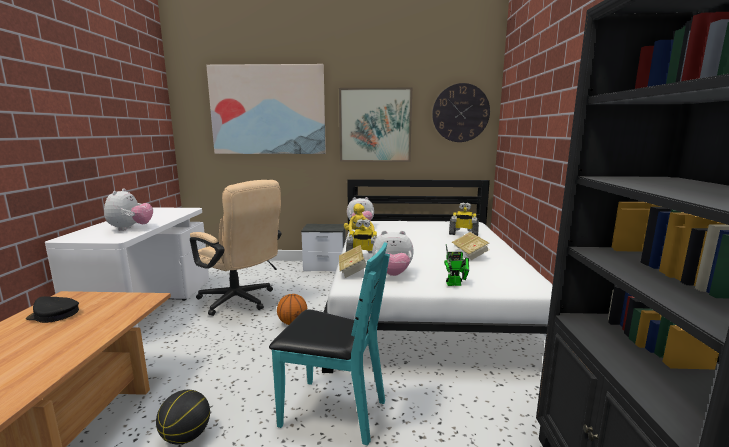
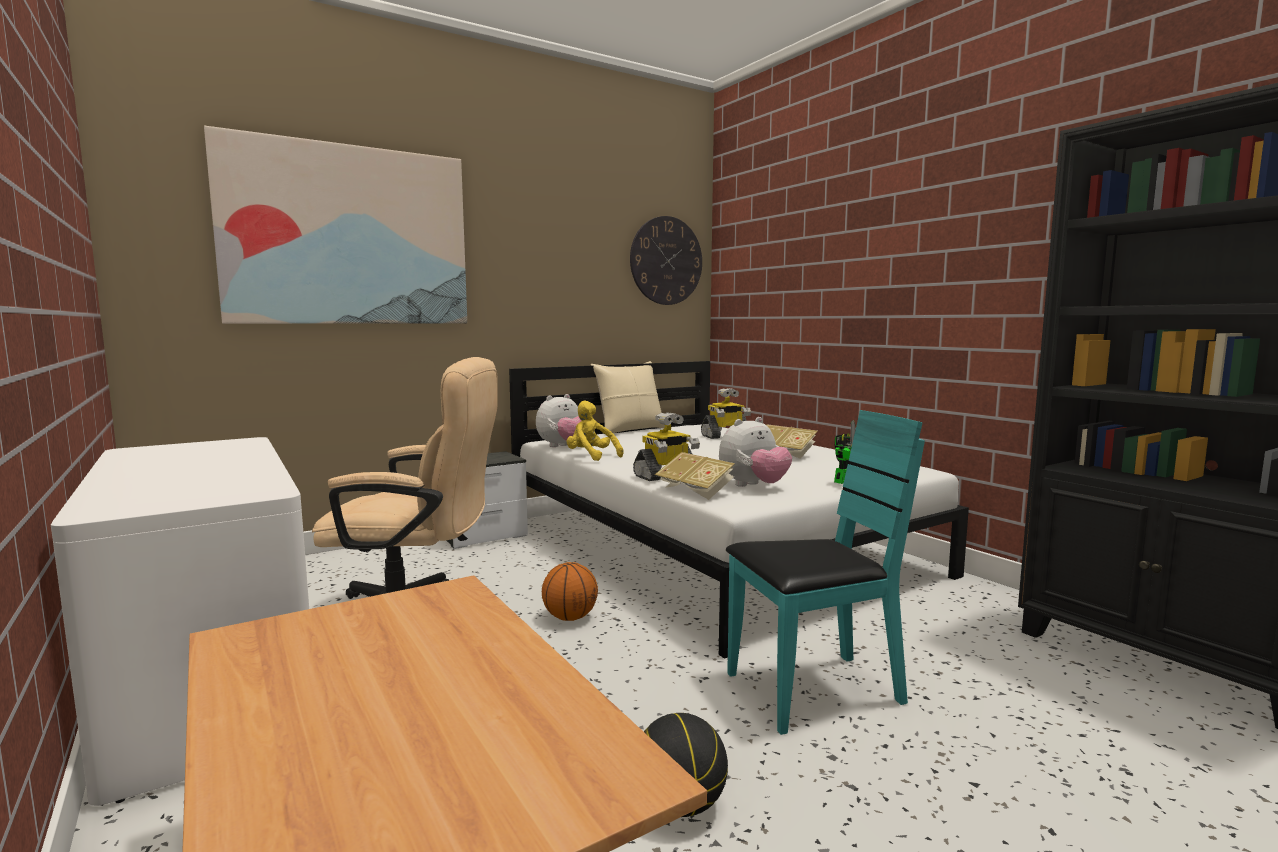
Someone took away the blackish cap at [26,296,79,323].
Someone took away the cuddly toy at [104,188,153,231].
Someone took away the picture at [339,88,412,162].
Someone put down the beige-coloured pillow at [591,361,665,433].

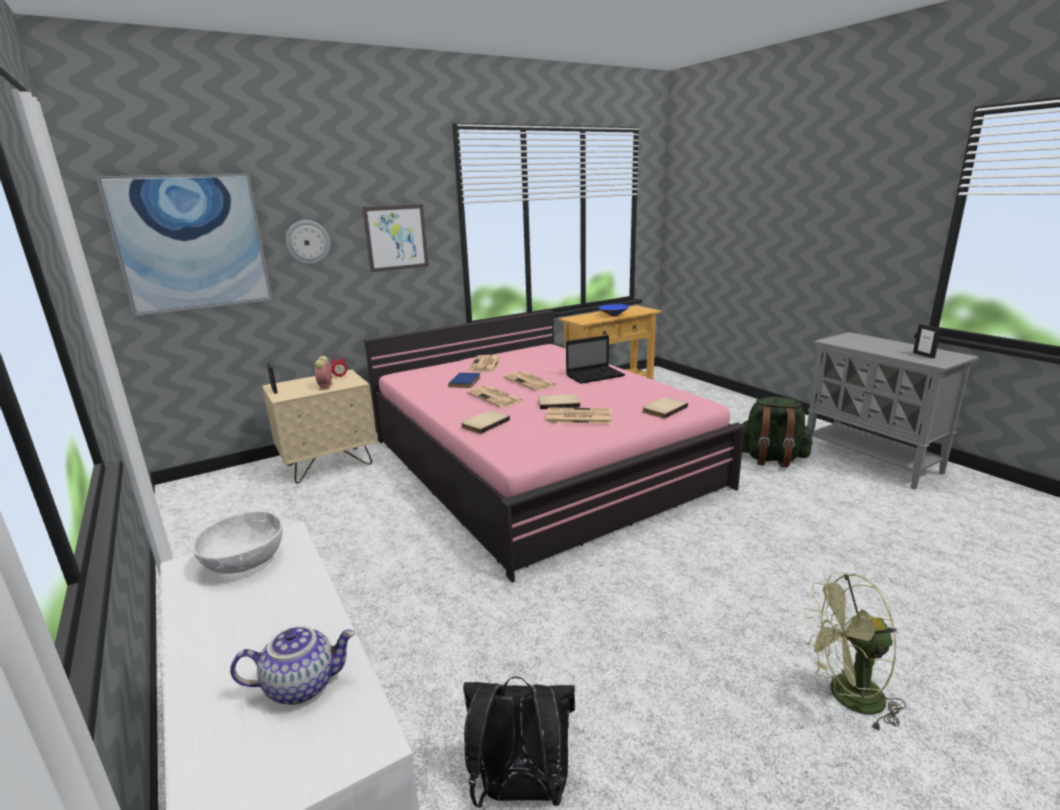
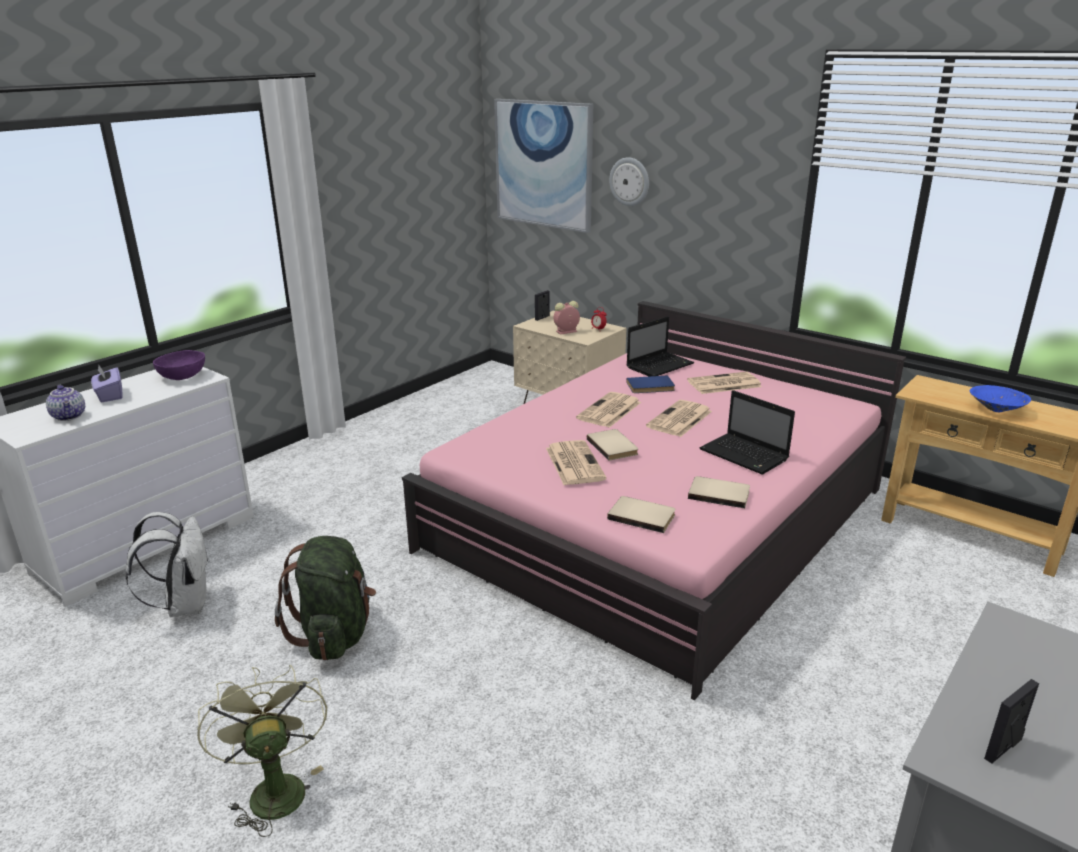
Someone took away the picture at [362,204,429,272].
Someone put down the purple tissue box at [91,364,122,402].
Someone put down the laptop at [627,316,694,377].
Someone carried the beige-coloured book from [461,410,510,434] to [688,476,750,508].
Someone carried the green-coloured knapsack from [742,397,813,467] to [275,536,376,661].
Someone repainted the whitish serving bowl at [192,511,282,574], which became the purple serving bowl at [153,350,205,380].
Someone repainted the blackish knapsack at [463,676,575,808], which became the whitish knapsack at [125,512,210,617].

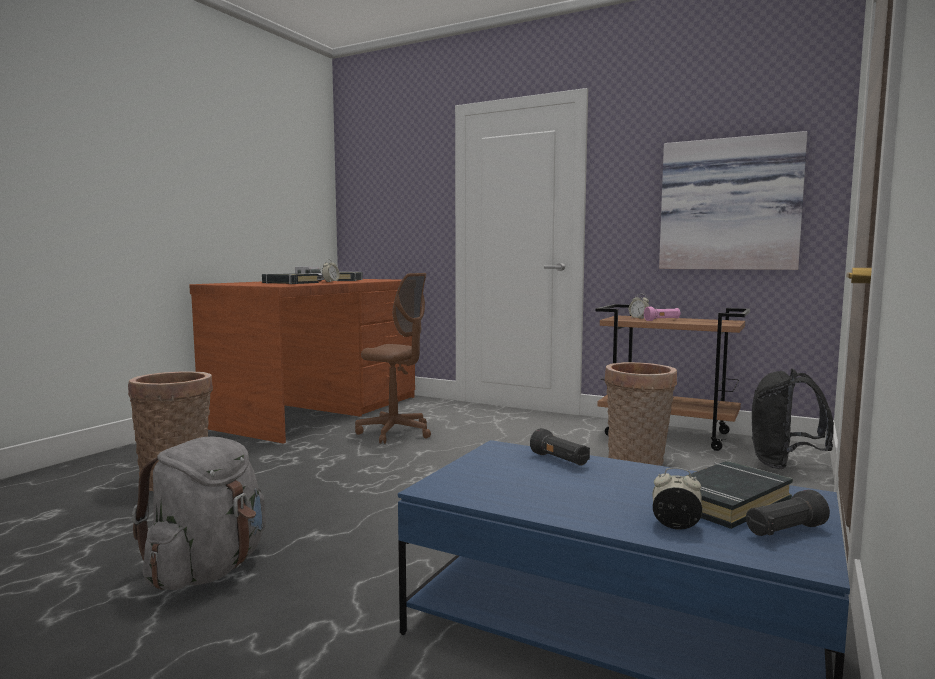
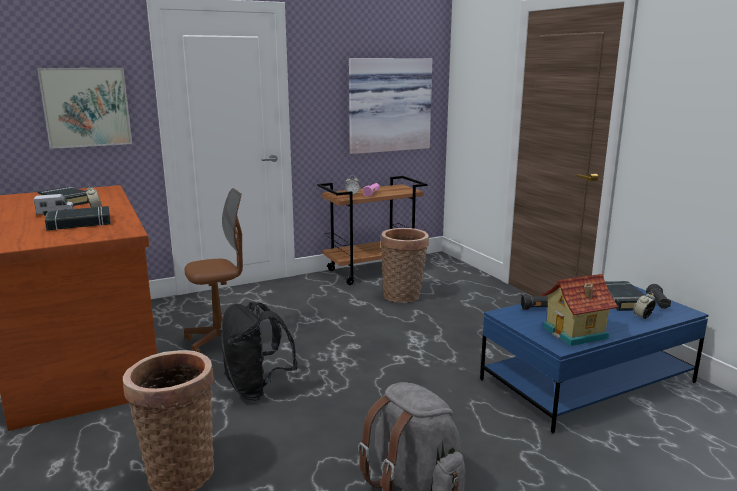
Someone put up the picture at [37,68,132,149].
Someone put down the miniature house at [541,274,618,346].
Someone carried the blackish knapsack from [752,369,834,469] to [220,302,298,401].

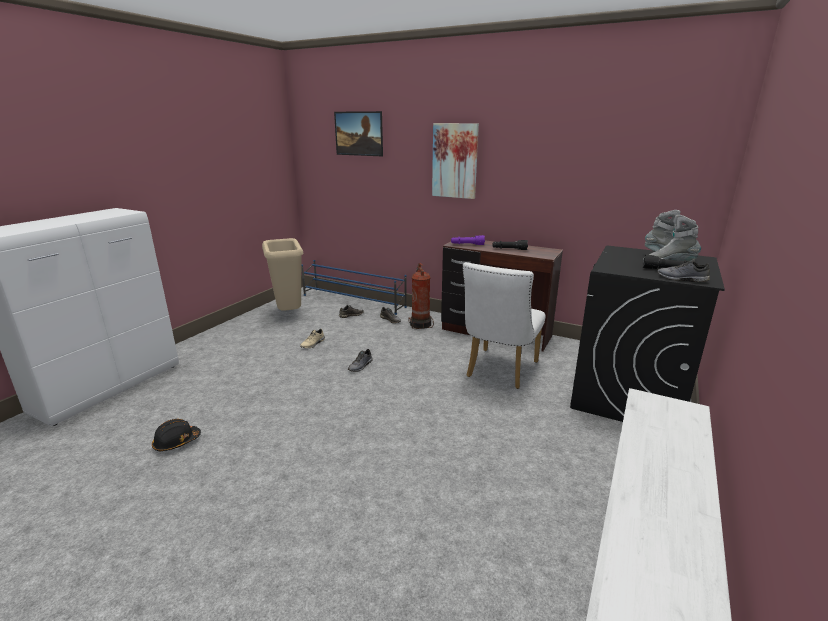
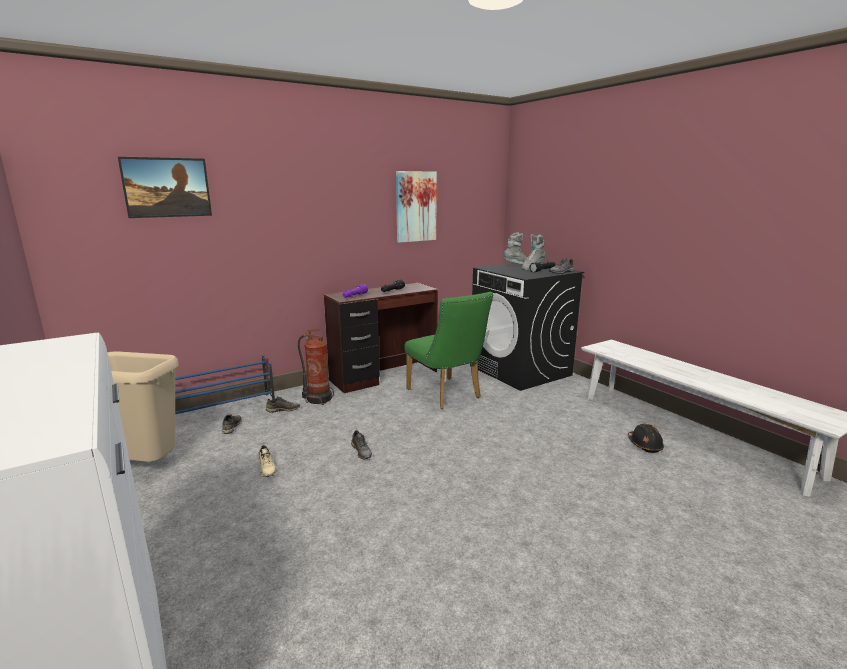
Someone carried the blackish work helmet from [152,419,201,451] to [628,424,664,453].
Someone carried the picture from [432,123,479,199] to [396,171,437,243].
Someone repainted the whitish chair at [463,262,545,389], which became the green-coloured chair at [404,292,493,409].

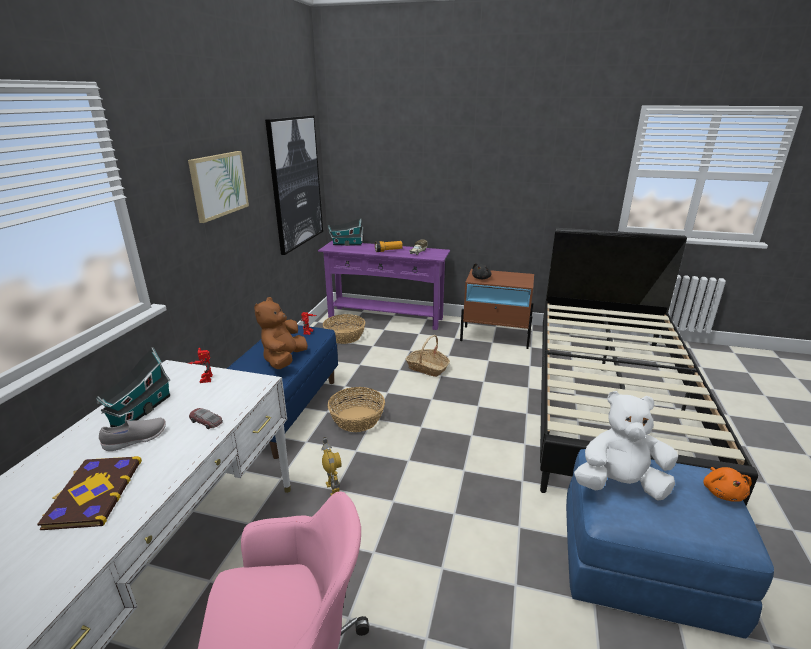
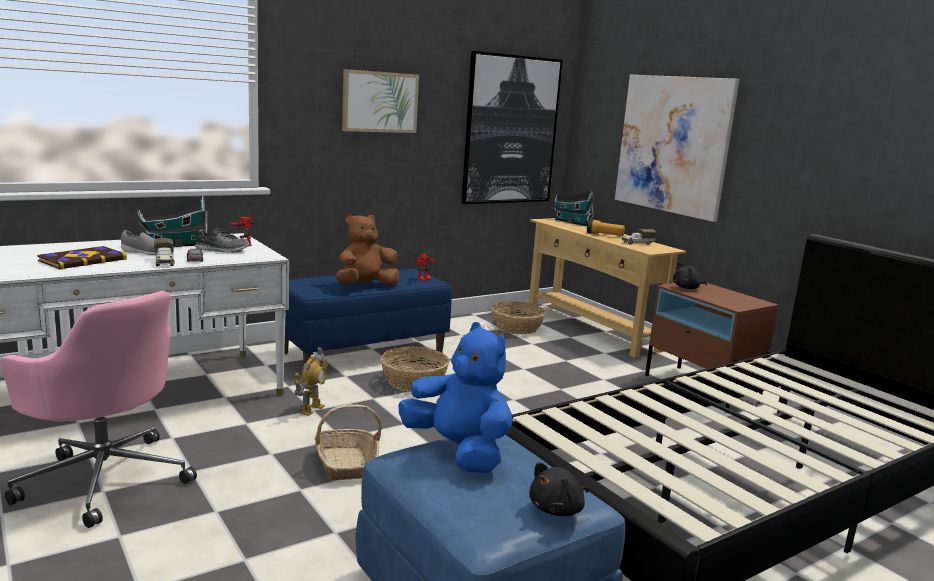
Someone put down the model truck at [154,238,175,266].
Someone put down the low shoe at [195,228,249,253].
Someone put up the picture at [615,75,740,222].
Someone carried the basket from [405,335,450,377] to [314,404,382,480].
Someone repainted the purple console table at [318,241,450,330], which became the beige-coloured console table at [529,218,686,358].
Someone repainted the whitish cuddly toy at [574,391,678,501], which became the blue-coloured cuddly toy at [398,322,513,473].
Someone repainted the orange-coloured cuddly toy at [703,467,752,502], which became the blackish cuddly toy at [529,462,588,516].

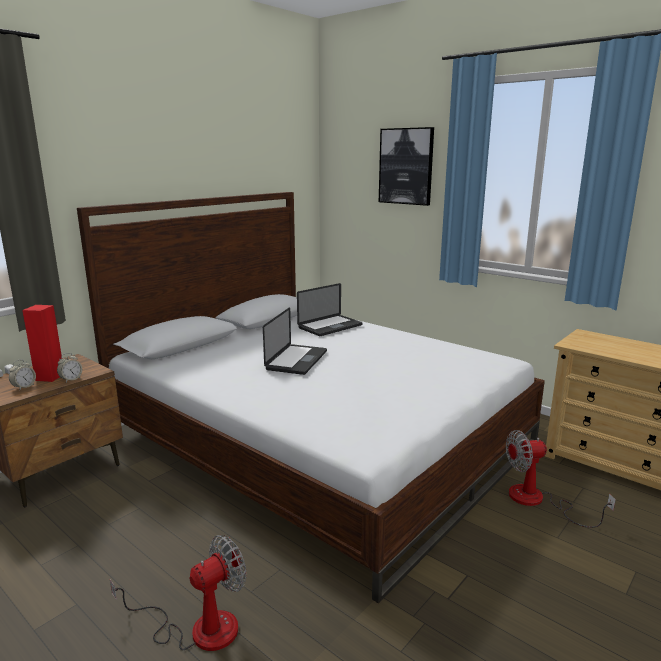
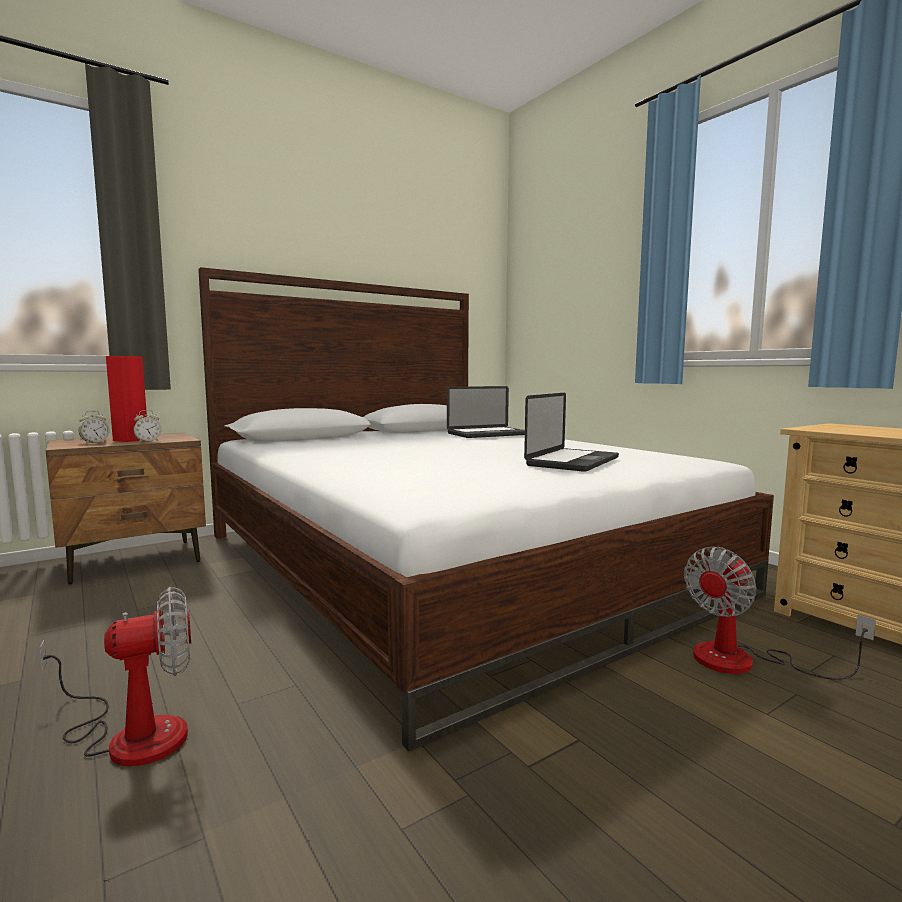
Someone took away the picture at [379,127,434,206].
Someone carried the laptop from [263,307,327,375] to [524,393,619,472].
Someone rotated the cooling fan at [506,430,616,528] by 45 degrees counterclockwise.

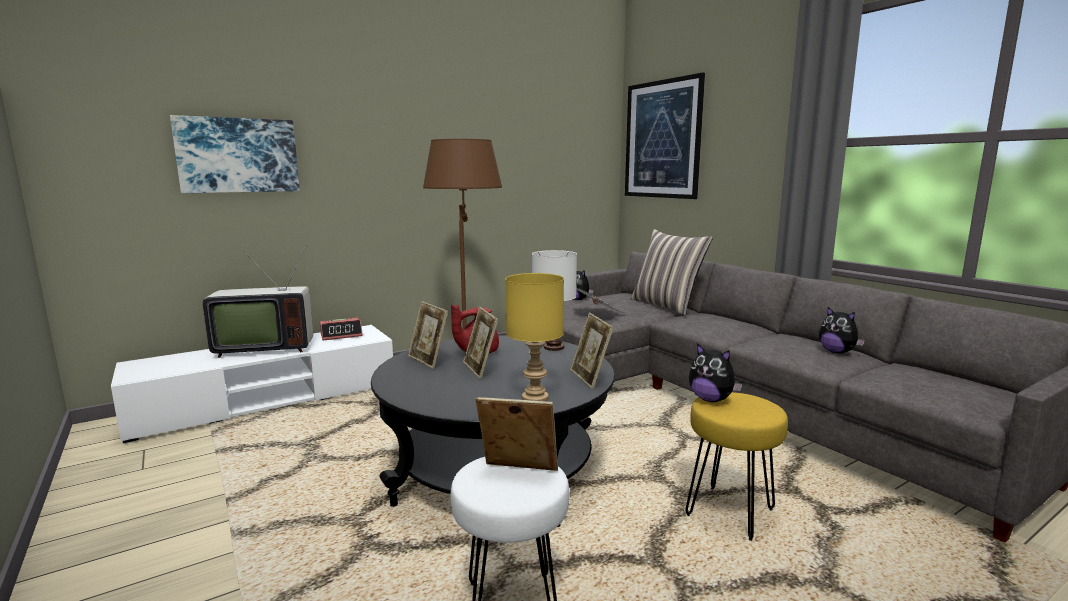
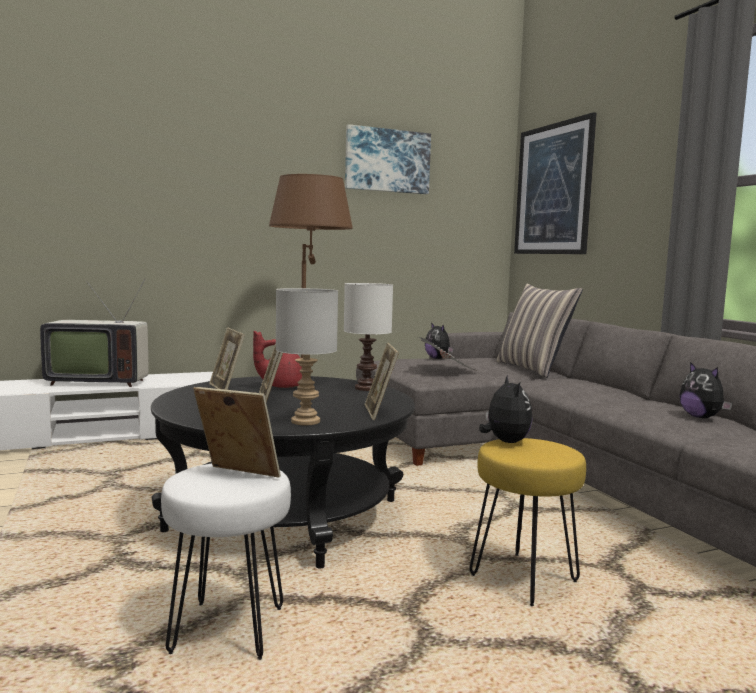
Someone took away the alarm clock at [320,318,363,341].
Someone carried the picture from [170,115,300,193] to [345,124,431,194].
Someone repainted the yellow-coloured lamp for a table at [506,273,564,401], which became the greyish lamp for a table at [276,288,338,425].
Someone rotated the cuddly toy at [689,343,742,402] by 150 degrees counterclockwise.

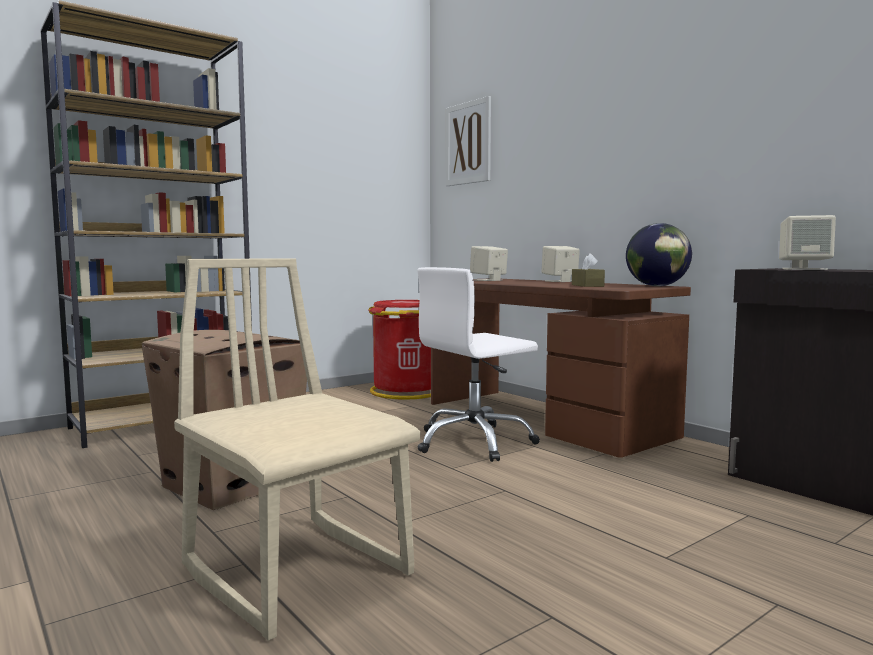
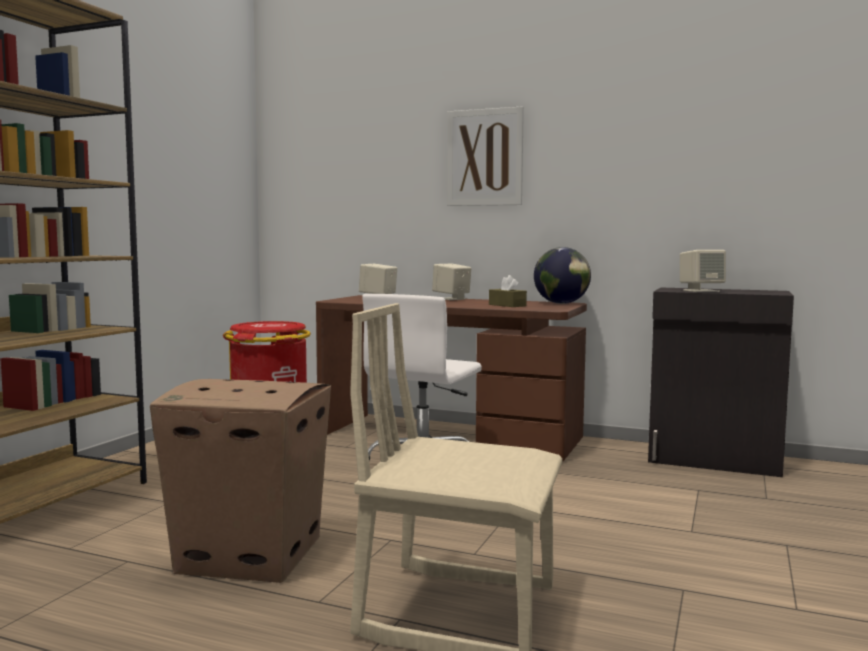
Someone carried the picture from [446,96,491,186] to [447,106,524,206].

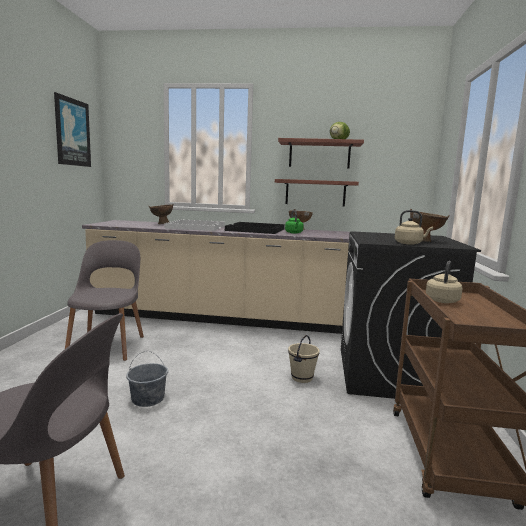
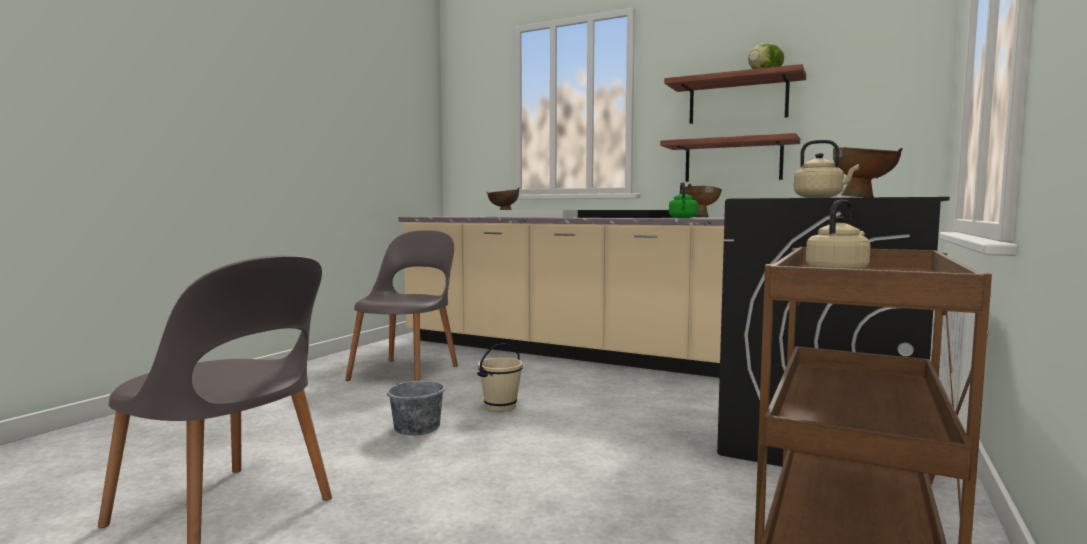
Someone took away the picture at [54,92,91,167].
Someone carried the beige-coloured bucket from [288,335,320,383] to [477,343,523,411].

